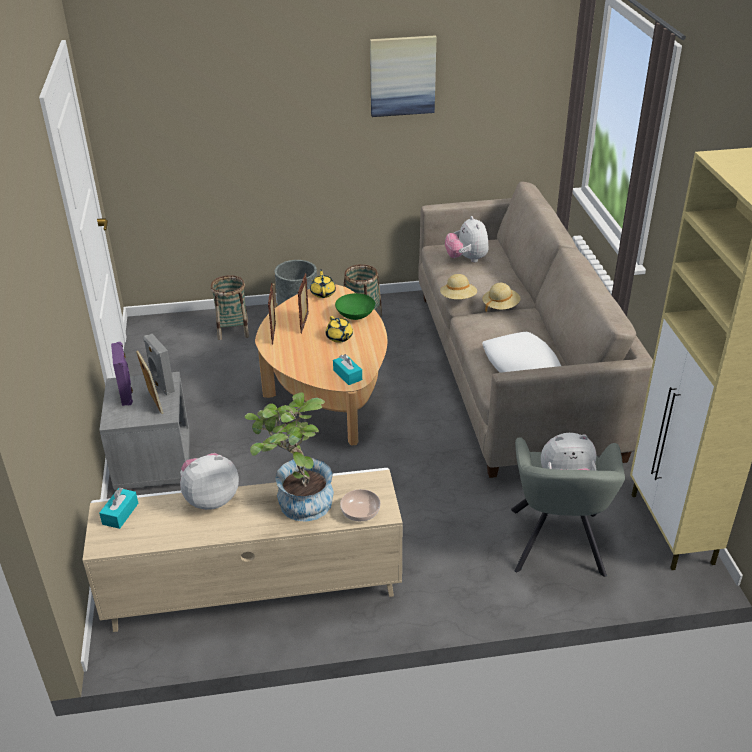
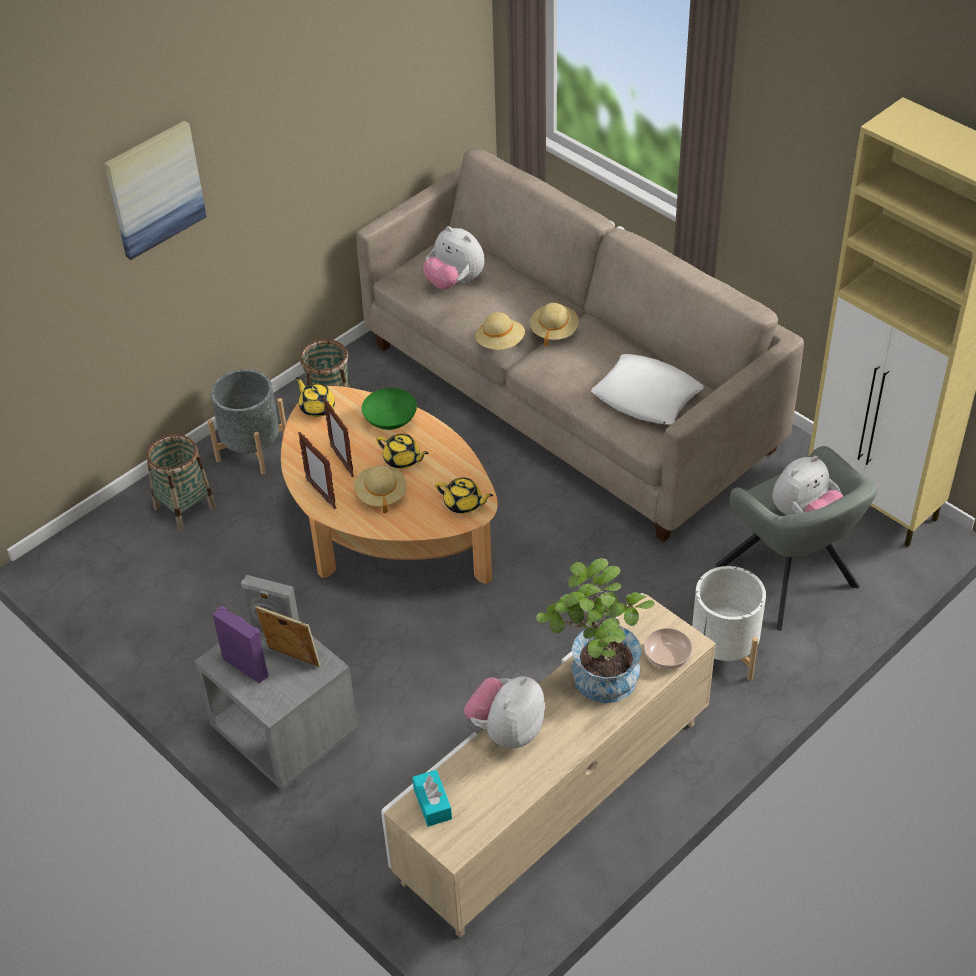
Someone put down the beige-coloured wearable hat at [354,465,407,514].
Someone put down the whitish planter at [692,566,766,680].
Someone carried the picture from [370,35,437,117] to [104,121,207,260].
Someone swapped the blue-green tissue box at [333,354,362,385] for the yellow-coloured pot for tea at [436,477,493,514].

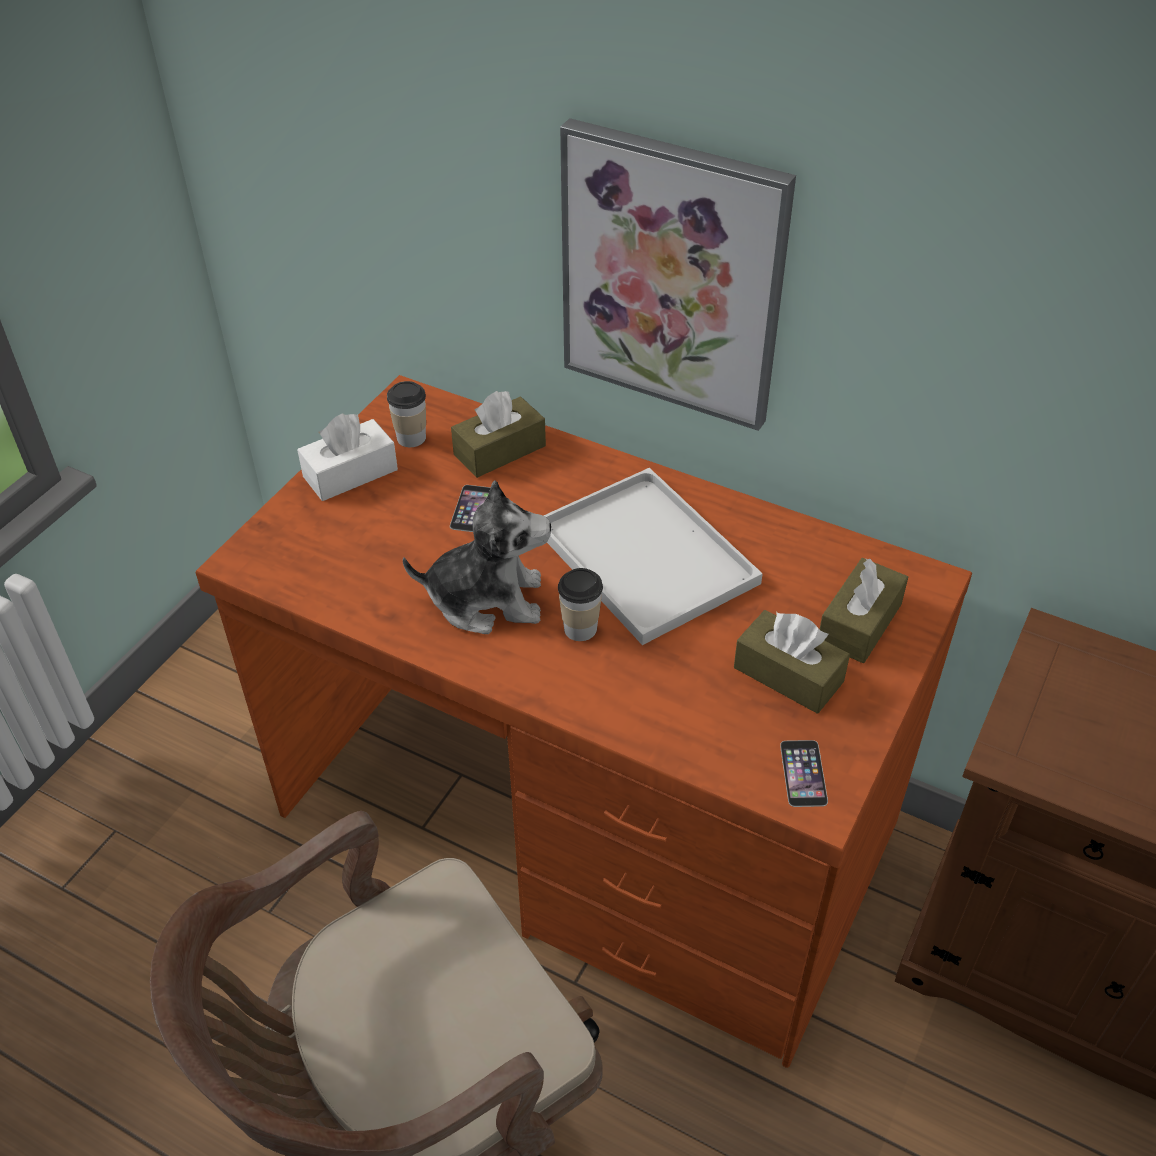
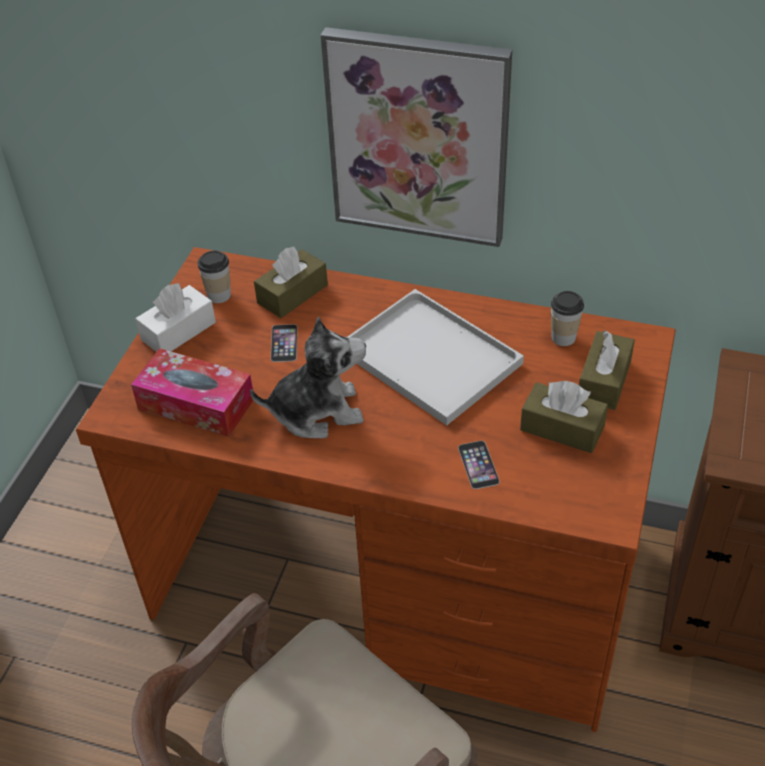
Someone put down the tissue box at [131,348,254,437].
Someone carried the cup from [558,568,603,641] to [551,291,584,346].
Someone carried the handset from [780,740,828,807] to [458,441,500,489].

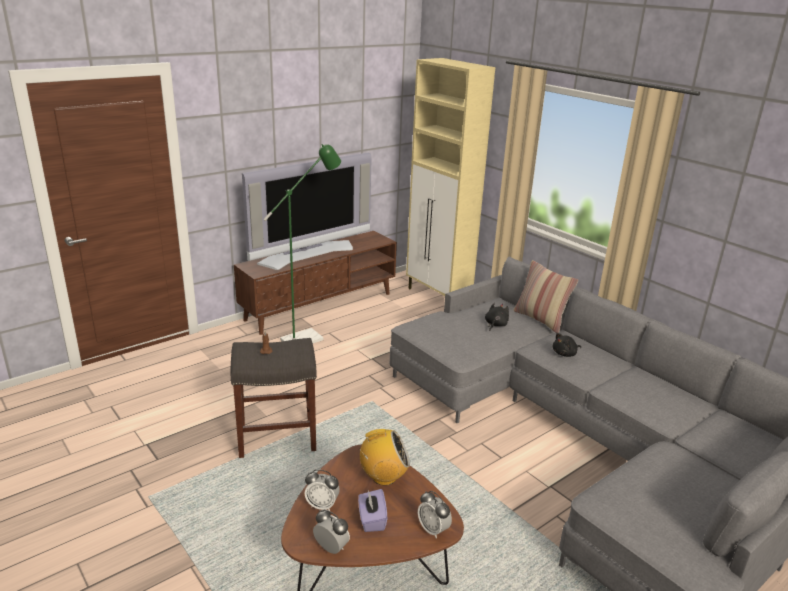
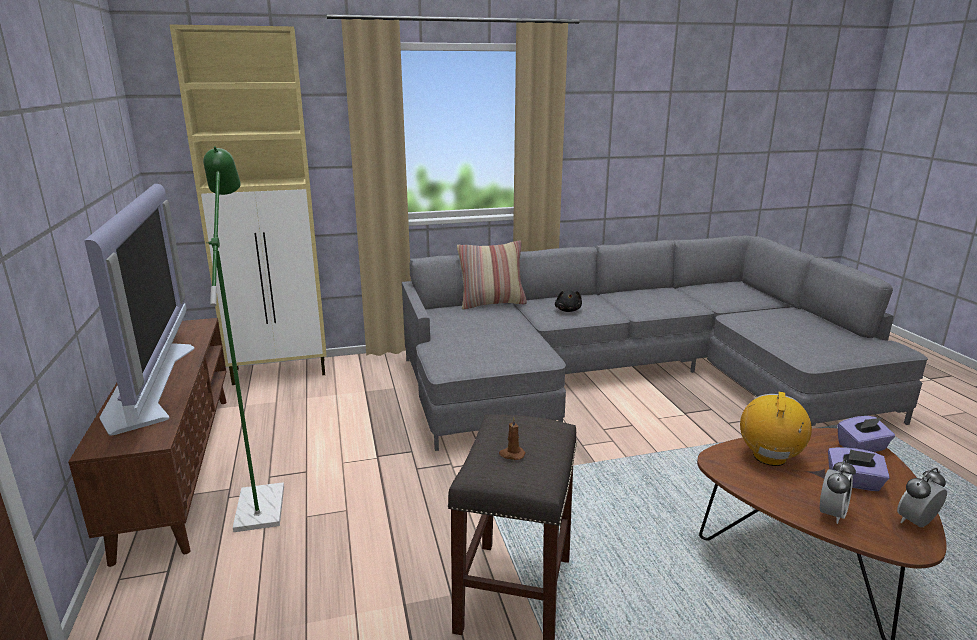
Someone took away the blackish cuddly toy at [485,303,509,331].
Someone swapped the alarm clock at [418,491,452,538] for the purple tissue box at [838,416,895,452].

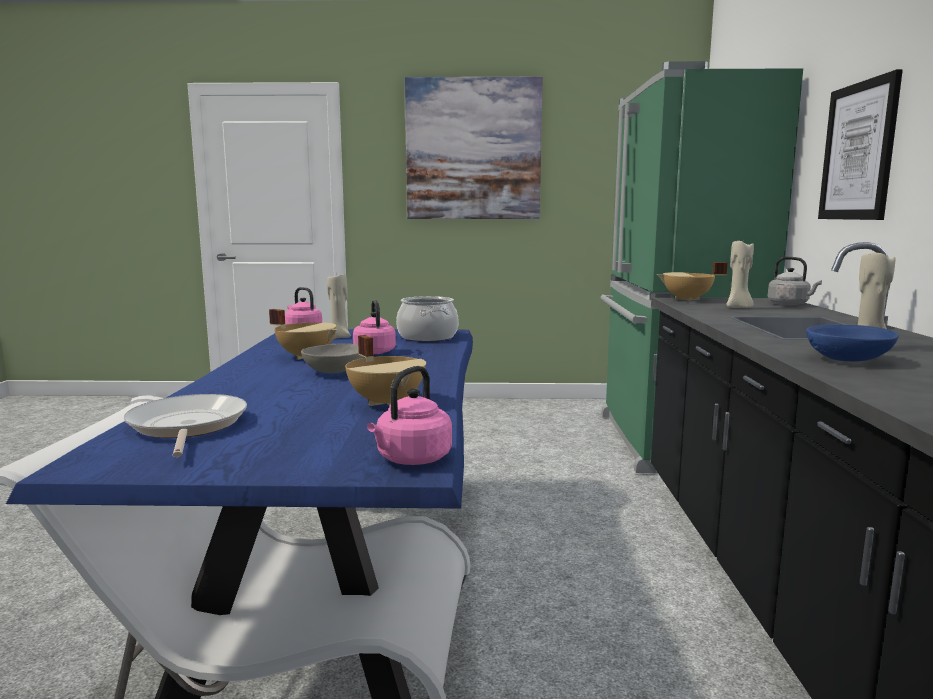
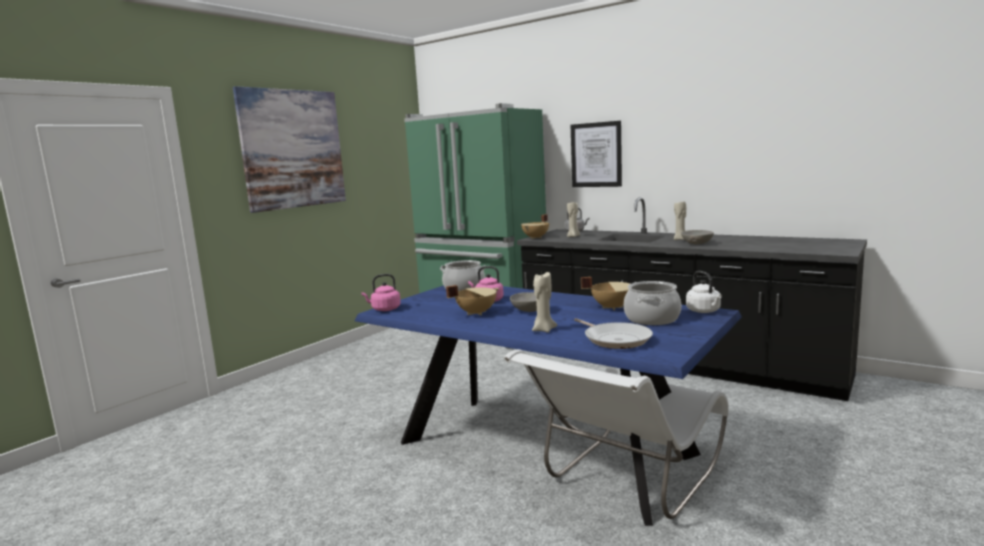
Someone put down the saucepot at [624,281,681,325].
Someone carried the beige-coloured candle from [327,274,351,339] to [532,272,557,333].
Someone repainted the pink-coloured tea kettle at [367,366,452,465], which became the whitish tea kettle at [686,271,722,313].
Someone repainted the blue-coloured serving bowl at [806,324,899,361], which became the greyish serving bowl at [681,230,714,244].
Someone rotated the frying pan at [124,394,247,457] by 135 degrees counterclockwise.

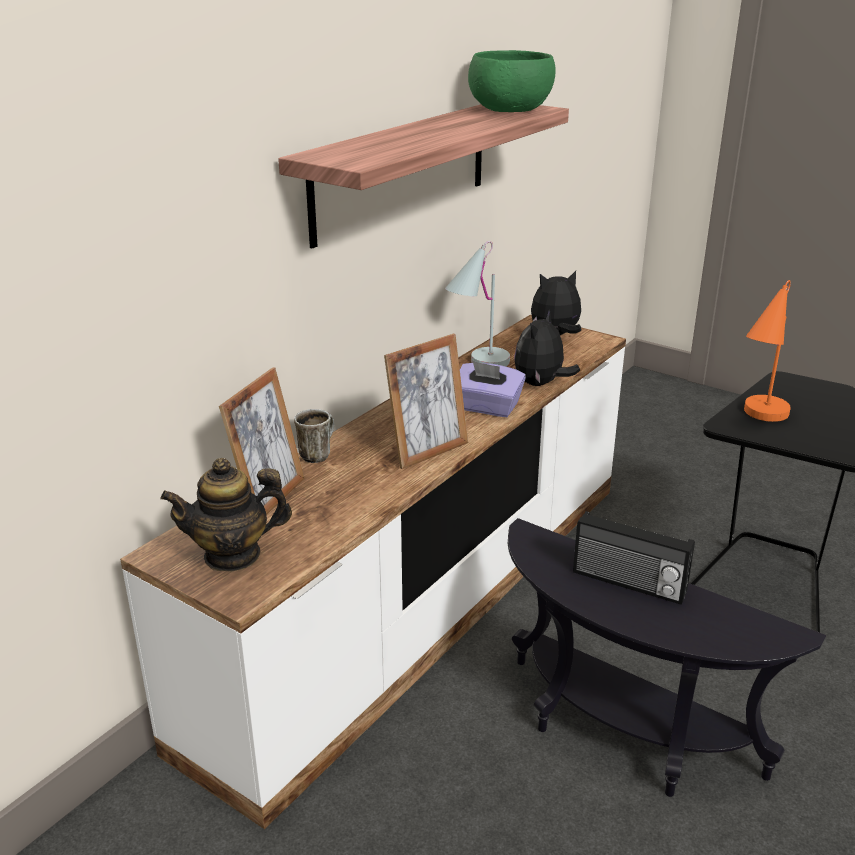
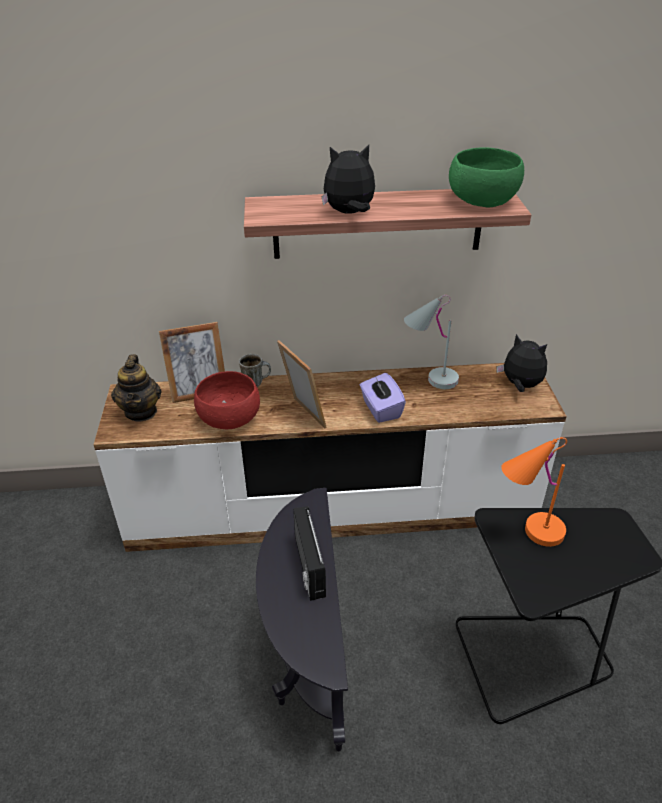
Someone put down the reddish serving bowl at [194,371,260,429].
Someone carried the cuddly toy from [514,310,580,386] to [322,145,375,214].
Someone rotated the pot for tea at [161,458,292,572] by 135 degrees counterclockwise.
Someone rotated the photo frame at [384,334,468,469] by 135 degrees counterclockwise.

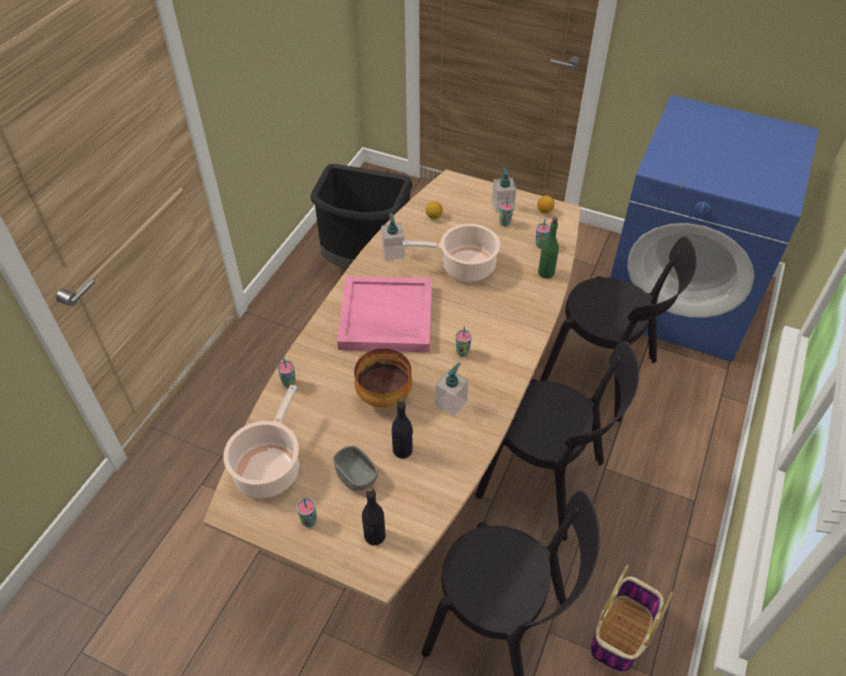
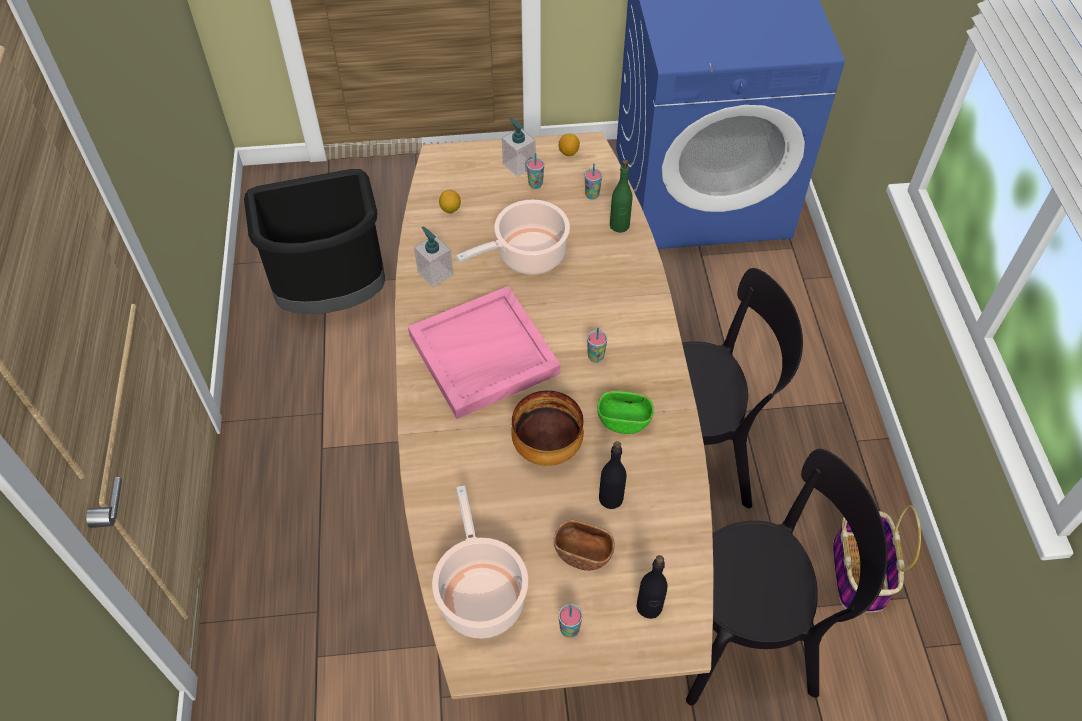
Someone took away the cup at [277,358,296,388].
Someone took away the blackish chair at [540,236,697,422].
Someone swapped the soap dispenser at [435,363,469,416] for the green-coloured serving bowl at [597,391,654,434].
Someone repainted the greyish serving bowl at [333,445,378,491], which became the brownish serving bowl at [554,520,615,571].

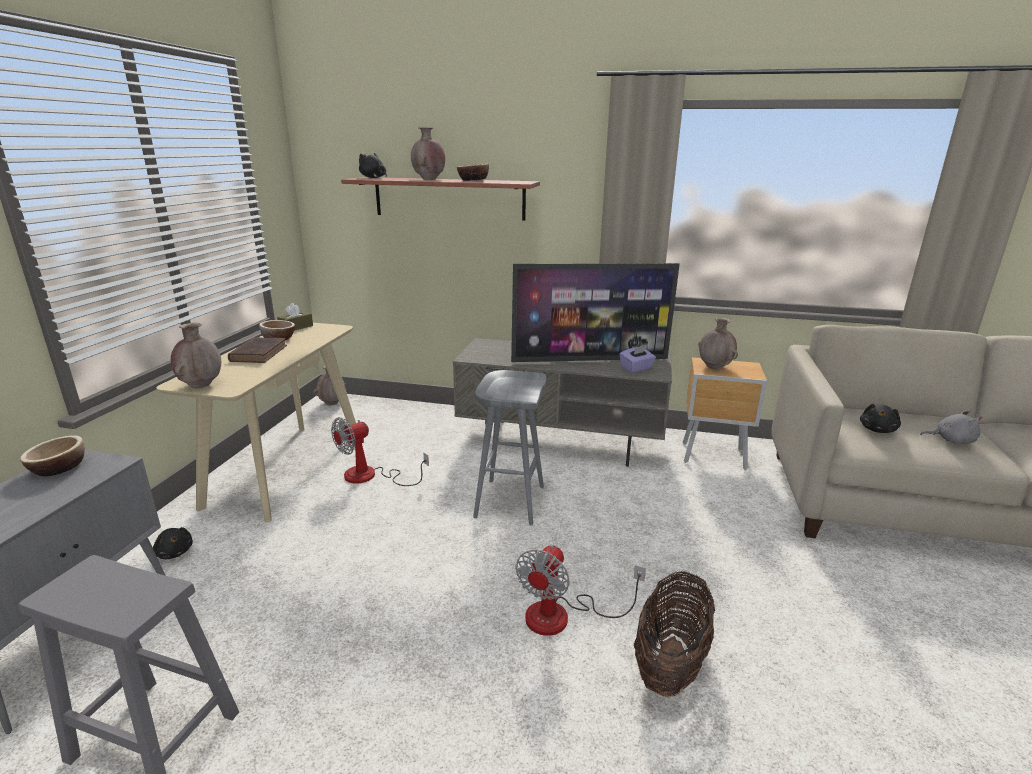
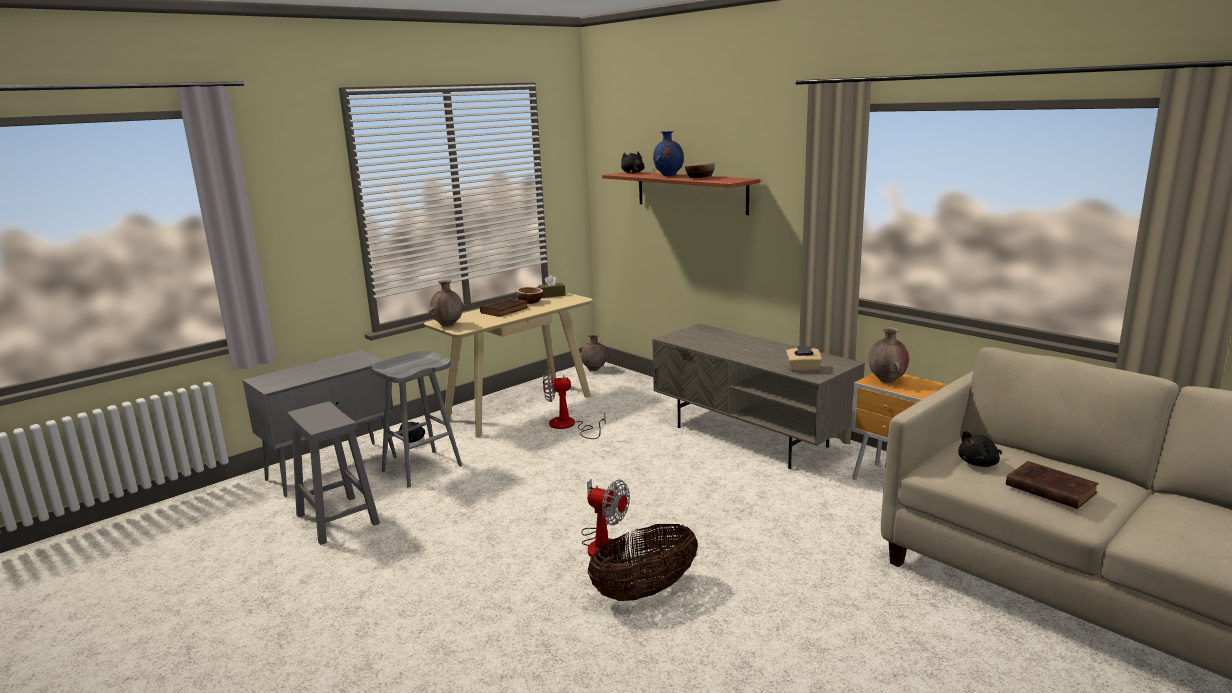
Someone took away the serving bowl at [20,435,85,477].
Someone took away the television at [511,263,680,362].
Someone carried the greyish stool from [473,370,547,525] to [371,351,462,488].
Someone swapped the greyish cuddly toy at [920,410,982,444] for the brownish book at [1006,461,1099,509].
Someone repainted the brownish decorative vase at [411,127,445,180], which became the blue-coloured decorative vase at [653,131,684,176].
Someone repainted the purple tissue box at [619,345,656,373], which became the beige-coloured tissue box at [786,346,822,372].
Someone rotated the cooling fan at [516,545,646,636] by 120 degrees counterclockwise.

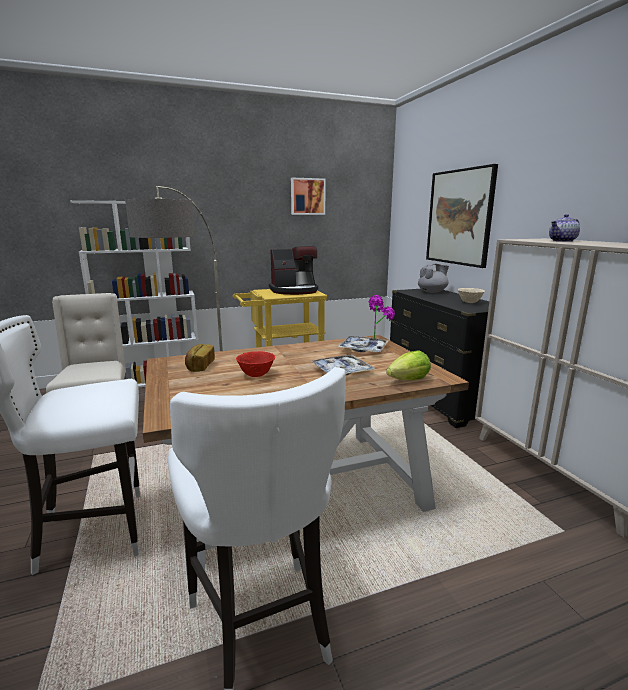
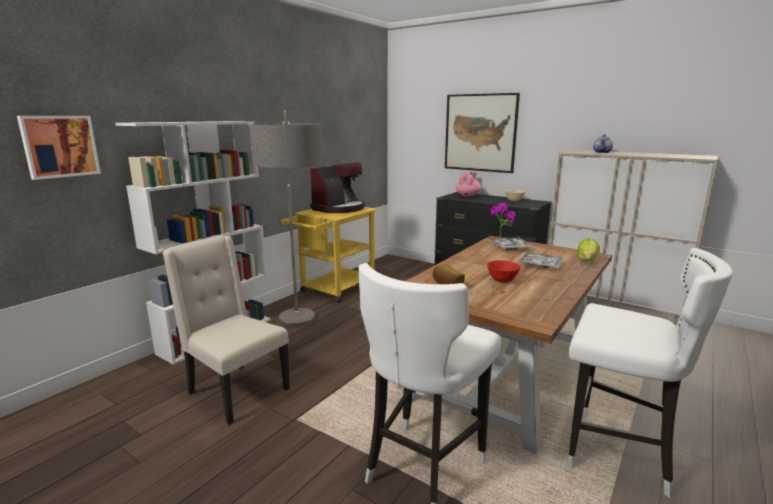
Someone carried the picture from [291,178,326,215] to [17,116,101,180].
Someone repainted the greyish pot for tea at [418,263,449,293], which became the pink-coloured pot for tea at [456,172,481,197].

